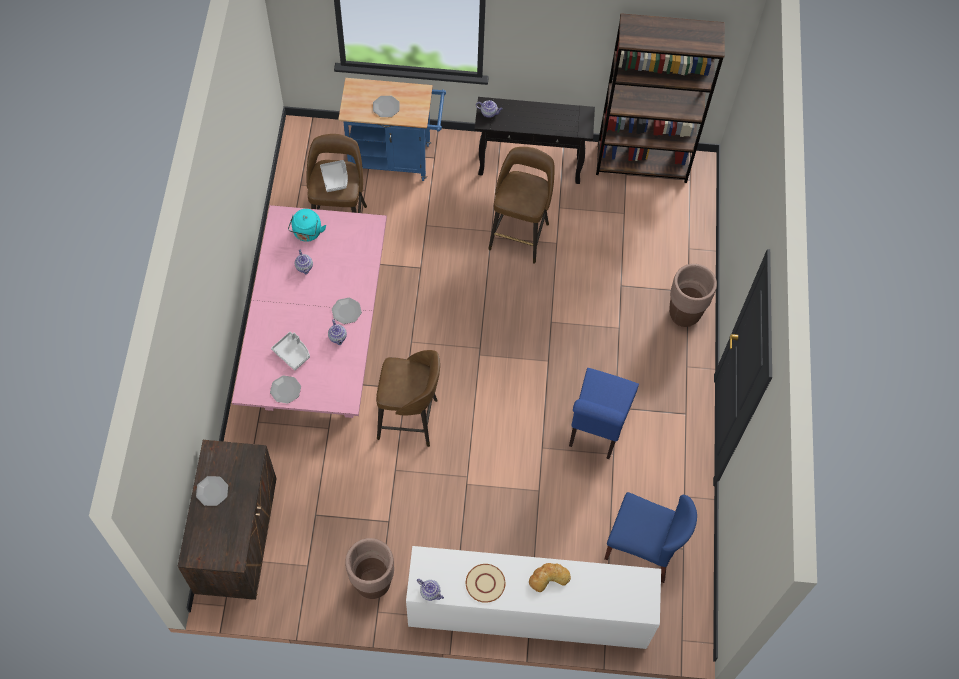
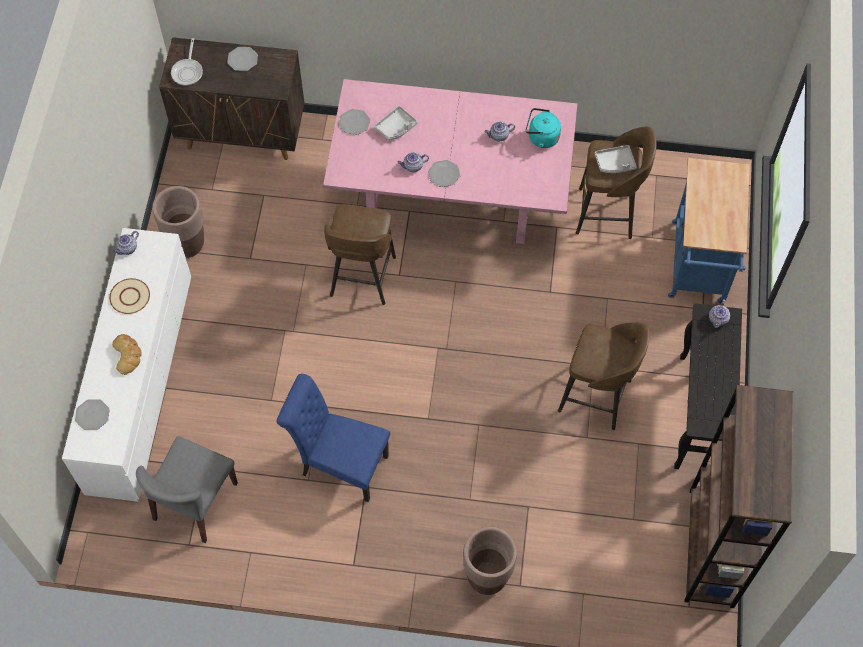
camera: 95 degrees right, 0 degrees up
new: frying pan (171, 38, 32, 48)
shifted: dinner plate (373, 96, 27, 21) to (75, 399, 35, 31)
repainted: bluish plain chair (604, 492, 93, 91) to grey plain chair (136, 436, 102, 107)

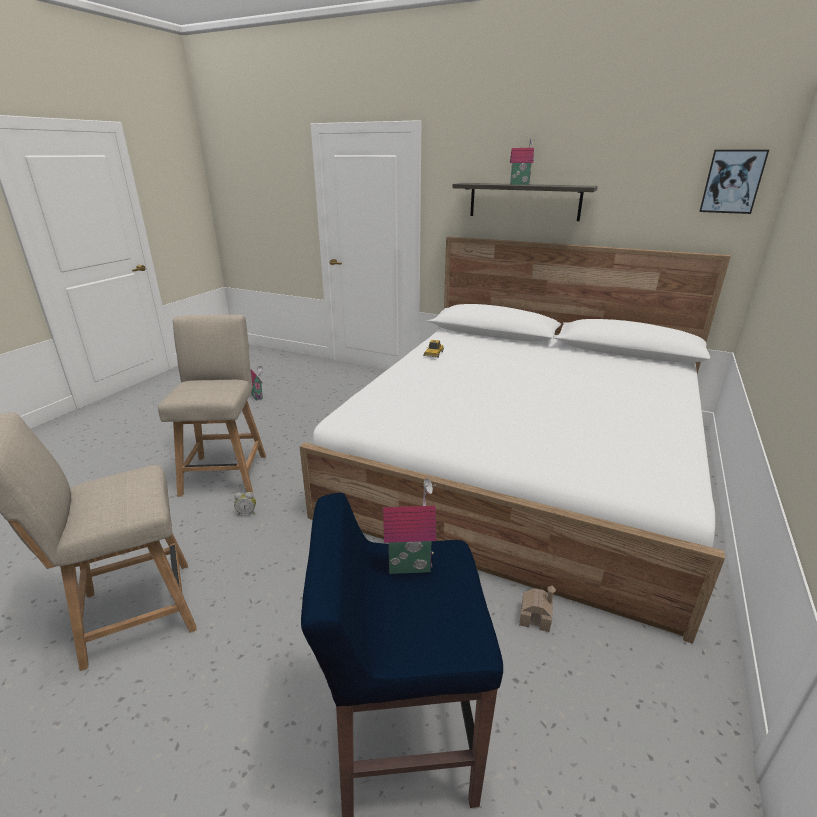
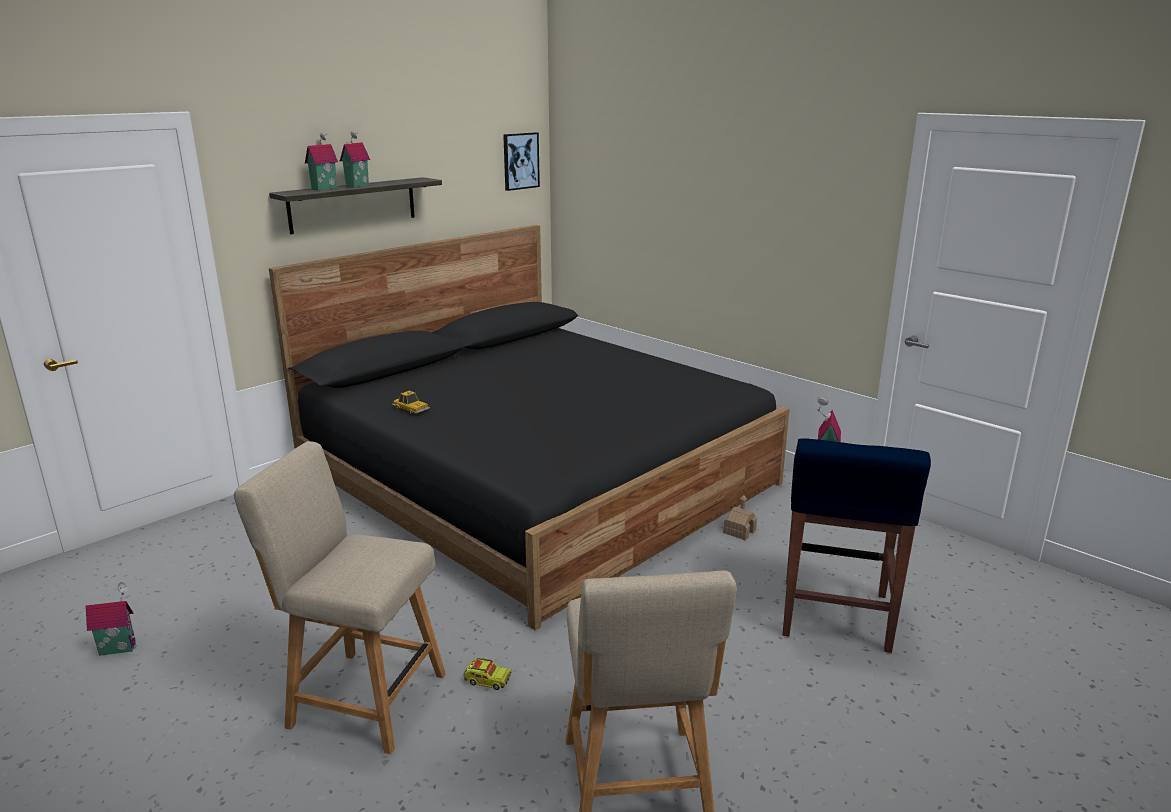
camera: 70 degrees left, 5 degrees down
new: model house (305, 132, 33, 58)
swapped: bedside clock (234, 492, 22, 23) to model truck (463, 658, 49, 32)
repainted: white-coloured sleeping bed (299, 236, 432, 408) to black-coloured sleeping bed (269, 225, 521, 405)

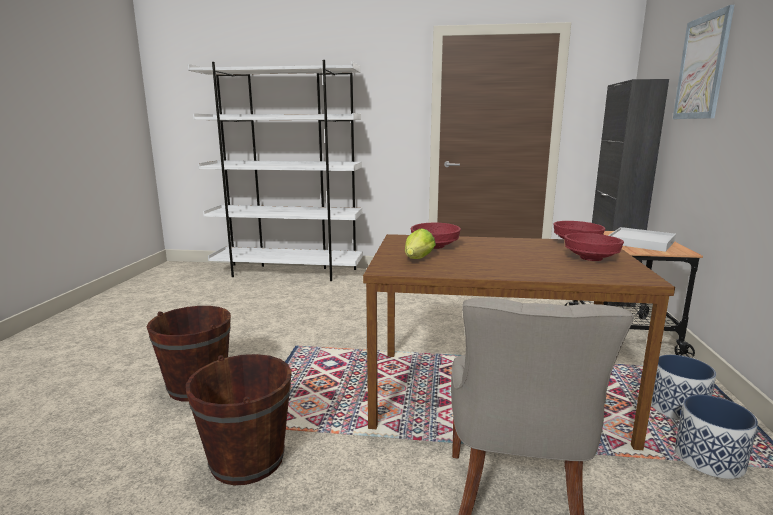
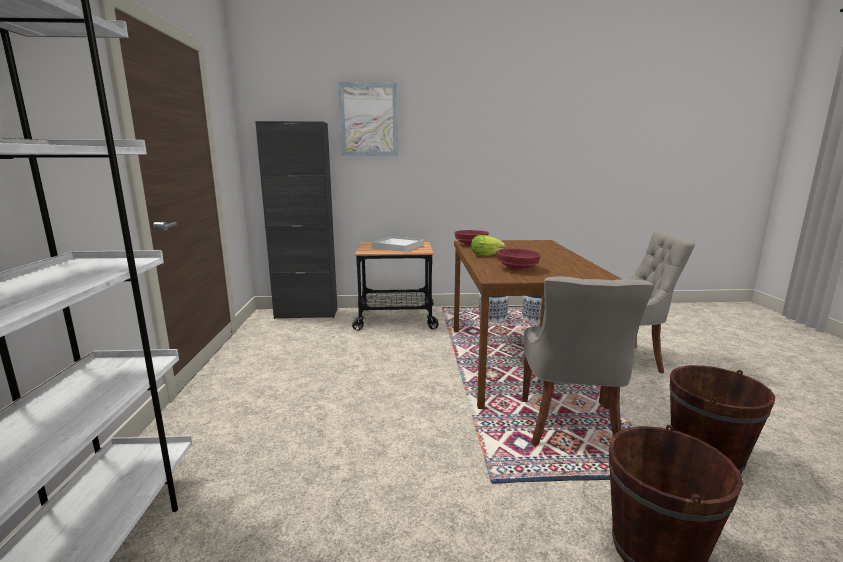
camera: 100 degrees left, 0 degrees up
gone: reddish bowl (564, 233, 60, 28)
new: grey plain chair (522, 276, 133, 171)
shifted: head of lettuce (405, 228, 31, 31) to (471, 235, 35, 21)

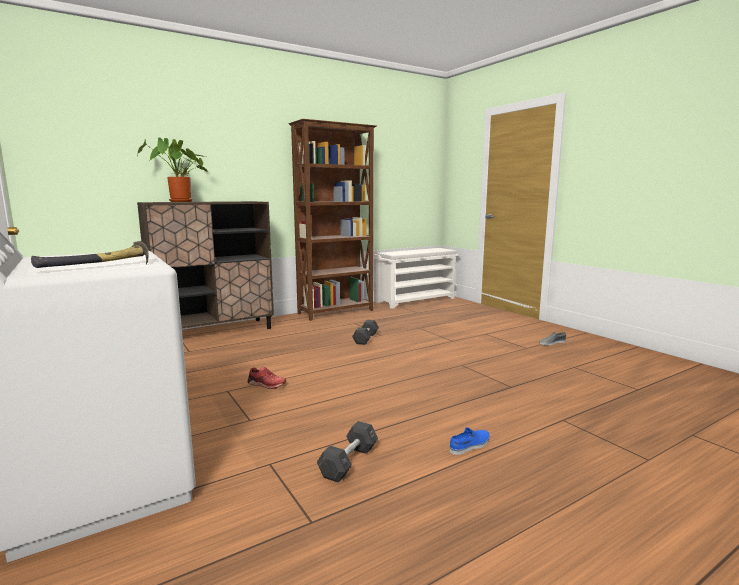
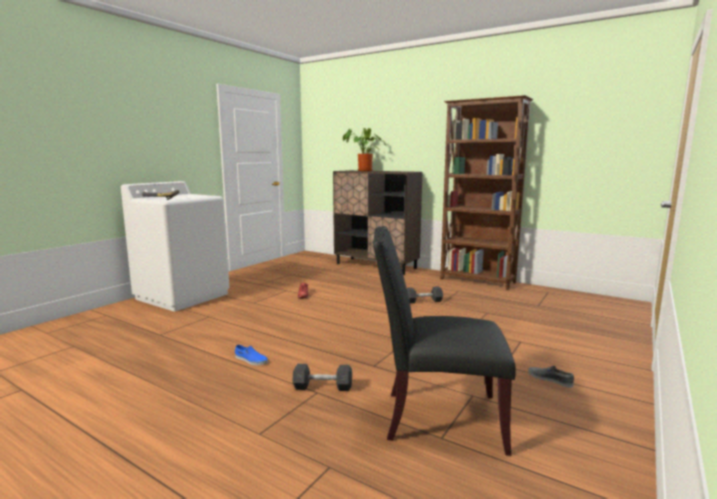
camera: 65 degrees right, 0 degrees up
gone: white-coloured shoe stand (373, 248, 86, 61)
new: black-coloured plain chair (373, 226, 143, 230)
shifted: grey dumbbell (317, 421, 61, 61) to (292, 364, 60, 27)

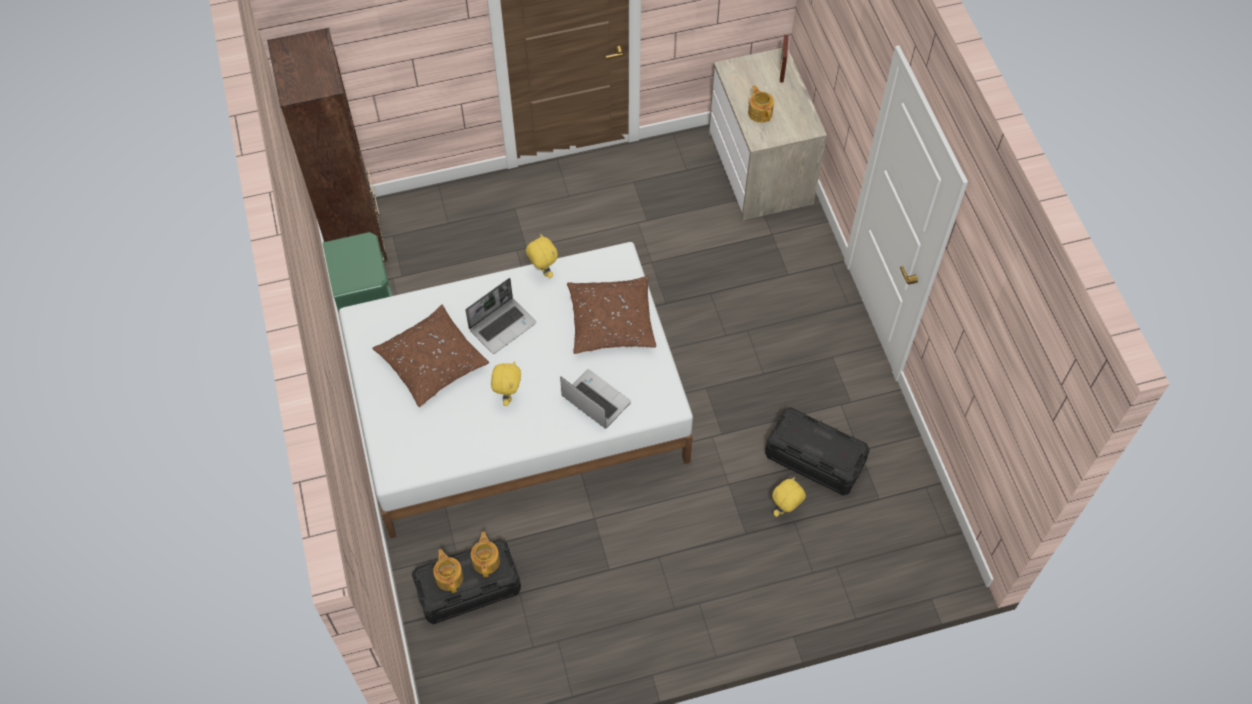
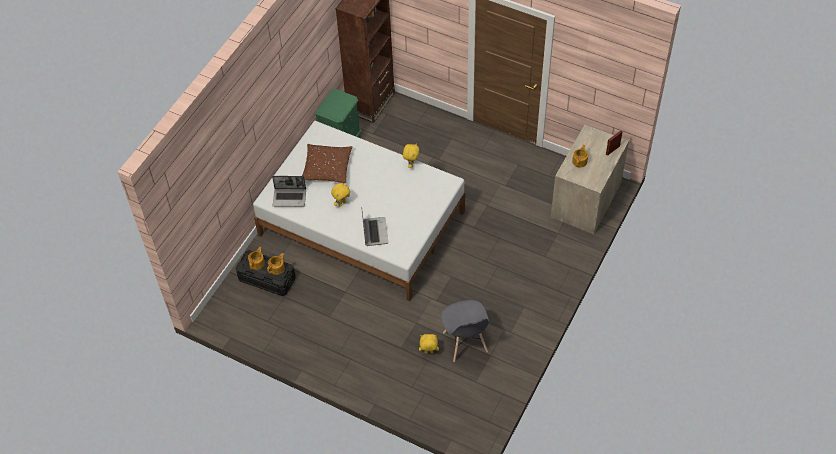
camera: 45 degrees right, 5 degrees down
gone: brownish pillow (567, 276, 89, 78)
shifted: portable computer (465, 278, 72, 76) to (272, 176, 34, 31)
swapped: black-coloured storage bin (765, 407, 105, 88) to grey plain chair (441, 300, 48, 62)

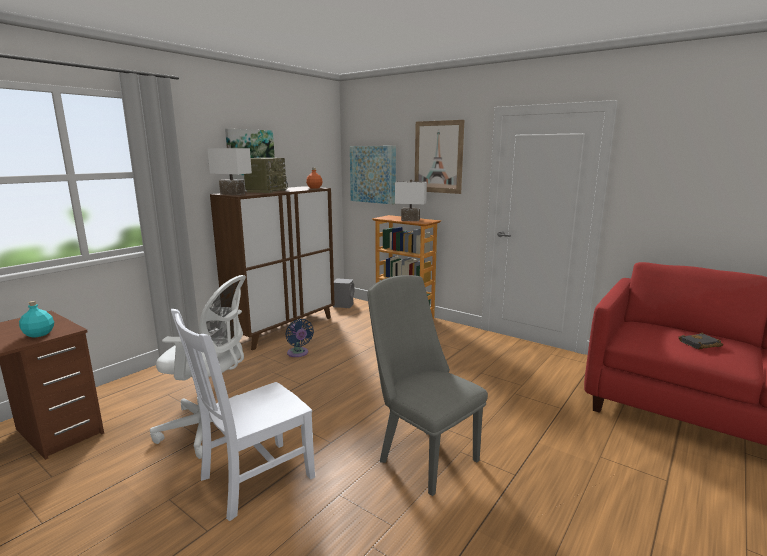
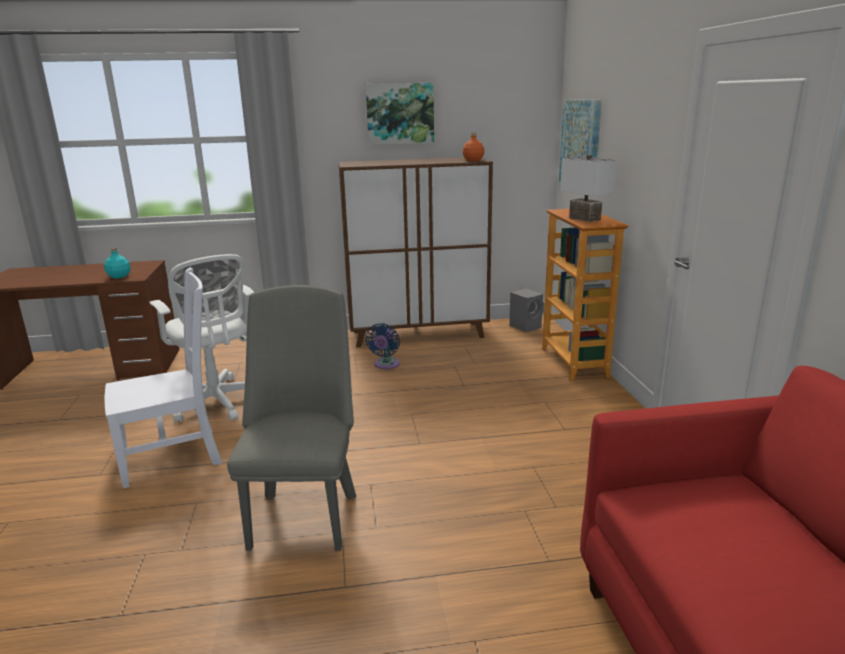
camera: 45 degrees right, 5 degrees up
gone: white-coloured lamp for a table (207, 145, 45, 50); radio set (244, 158, 44, 35); wall art (415, 120, 49, 74); black-coloured book (678, 333, 45, 17)
rotated: white-coloured plain chair (171, 309, 144, 212) = (104, 268, 118, 220) 150 degrees clockwise

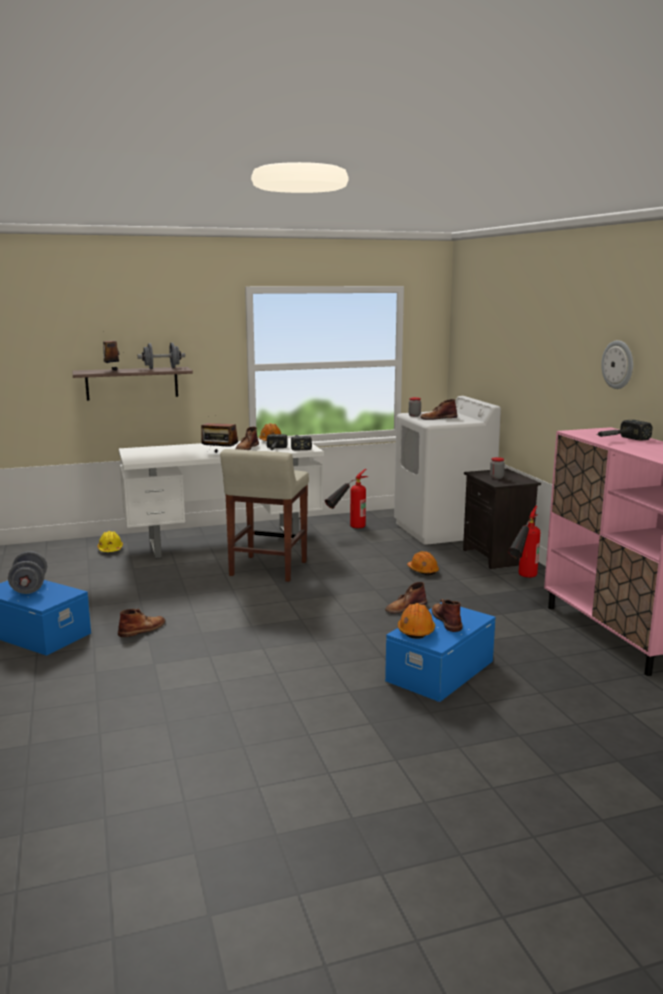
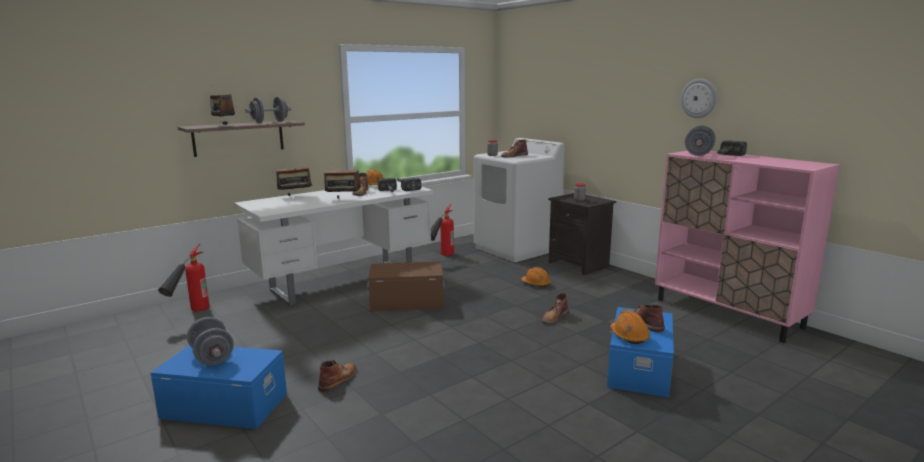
camera: 20 degrees left, 0 degrees up
gone: yellow-coloured work helmet (97, 531, 26, 21)
new: radio set (276, 167, 38, 29); grey dumbbell (685, 126, 31, 30)
shifted: fire extinguisher (508, 505, 32, 73) to (158, 244, 51, 67)
swapped: beige-coloured stool seat (220, 449, 89, 133) to brownish storage bin (367, 262, 77, 50)

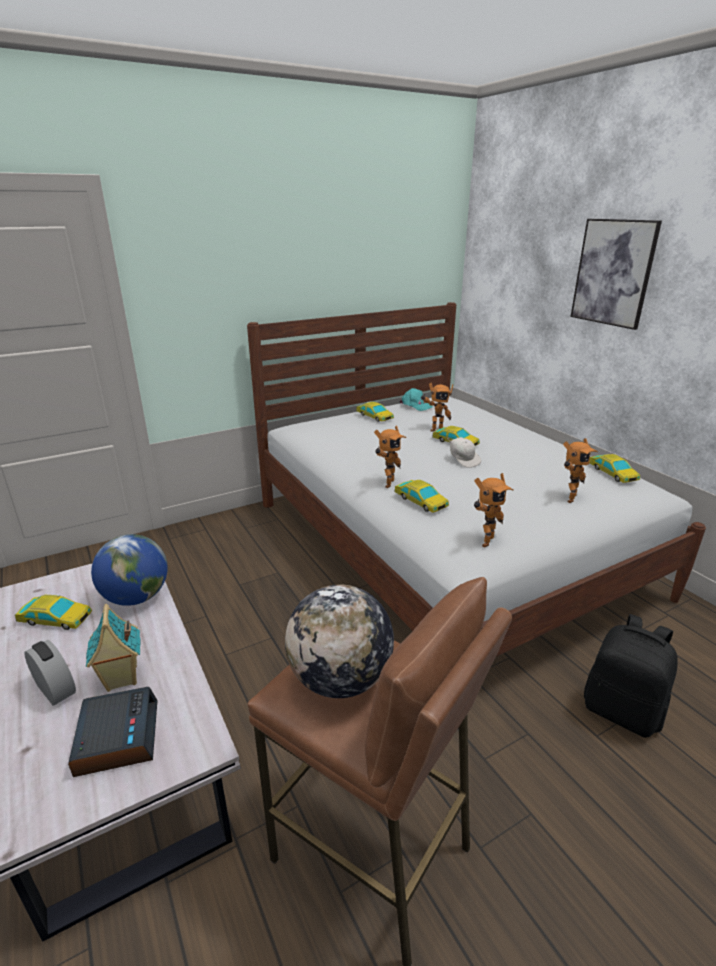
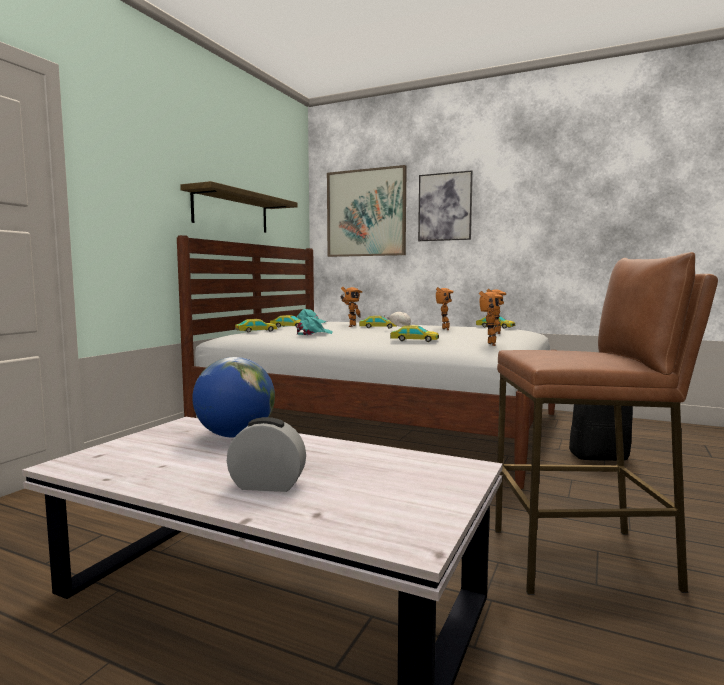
camera: 35 degrees left, 20 degrees down
gone: bedside clock (68, 687, 90, 90); model house (86, 604, 54, 88); world globe (285, 584, 109, 114)
new: bracket shelf (180, 181, 118, 52); turquoise cap (297, 316, 36, 19); wall art (327, 165, 80, 92)
shifted: toy car (15, 595, 77, 35) to (235, 319, 42, 14); model robot (374, 425, 32, 63) to (436, 287, 18, 43)

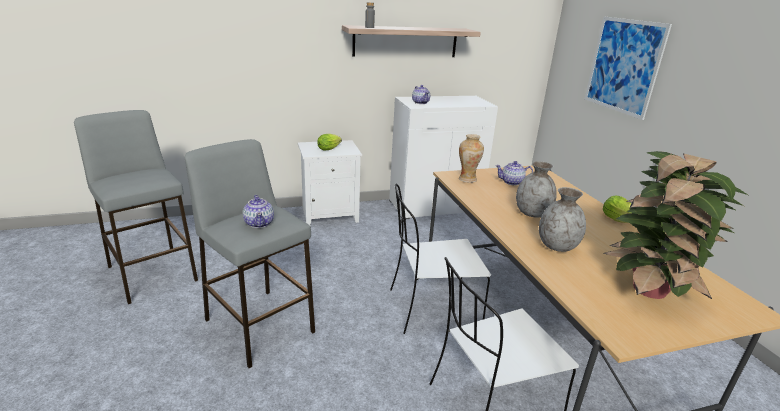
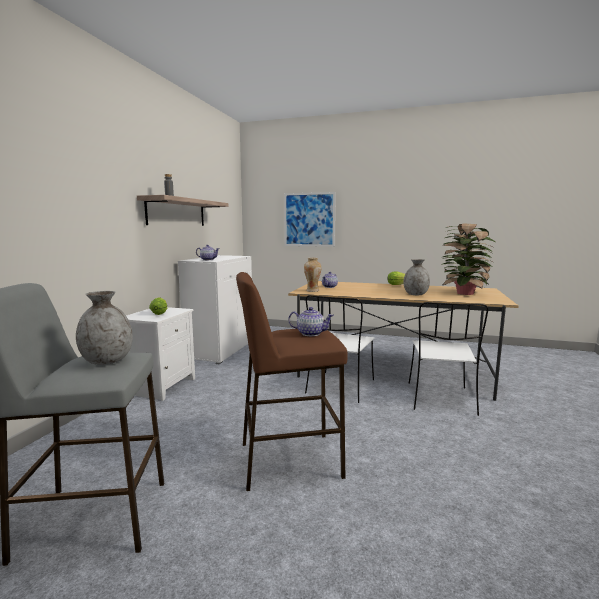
camera: 55 degrees left, 15 degrees down
shifted: grey vase (516, 161, 41, 56) to (76, 291, 57, 74)
repainted: grey stool seat (185, 139, 130, 229) to brownish stool seat (236, 272, 112, 219)

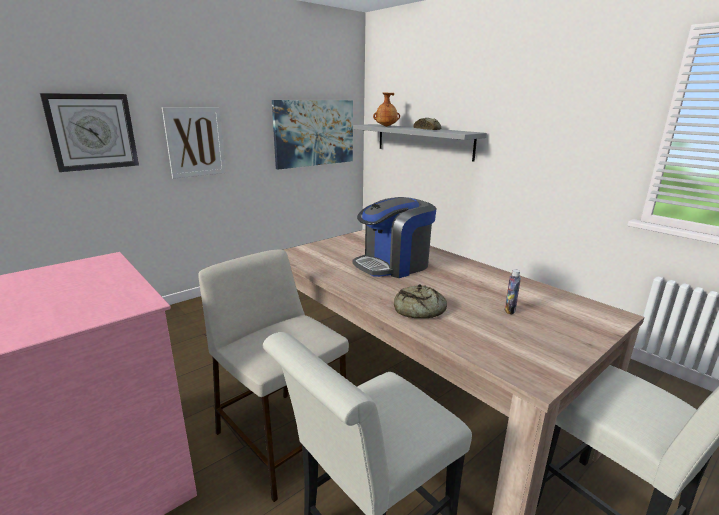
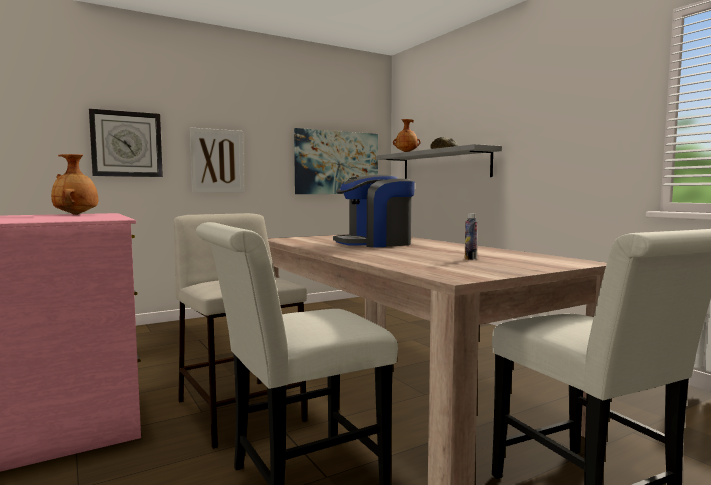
camera: 10 degrees right, 15 degrees down
gone: bakery bread (394, 284, 53, 34)
new: brownish vase (51, 154, 47, 61)

